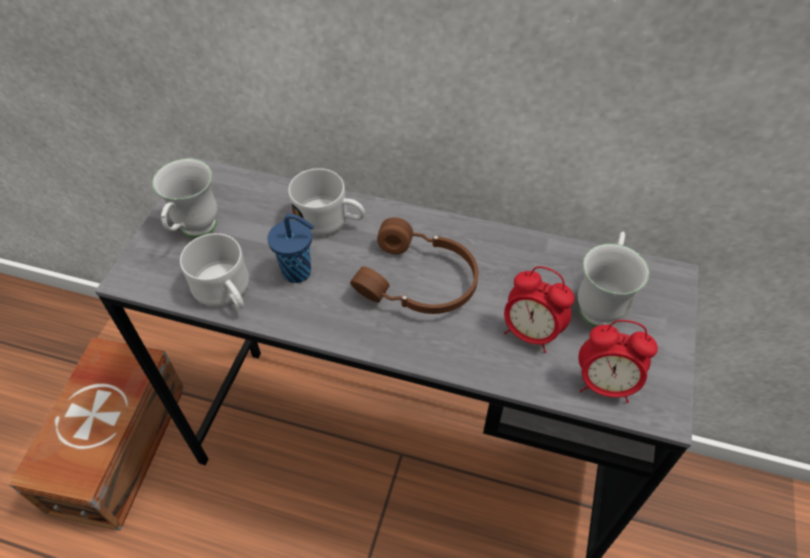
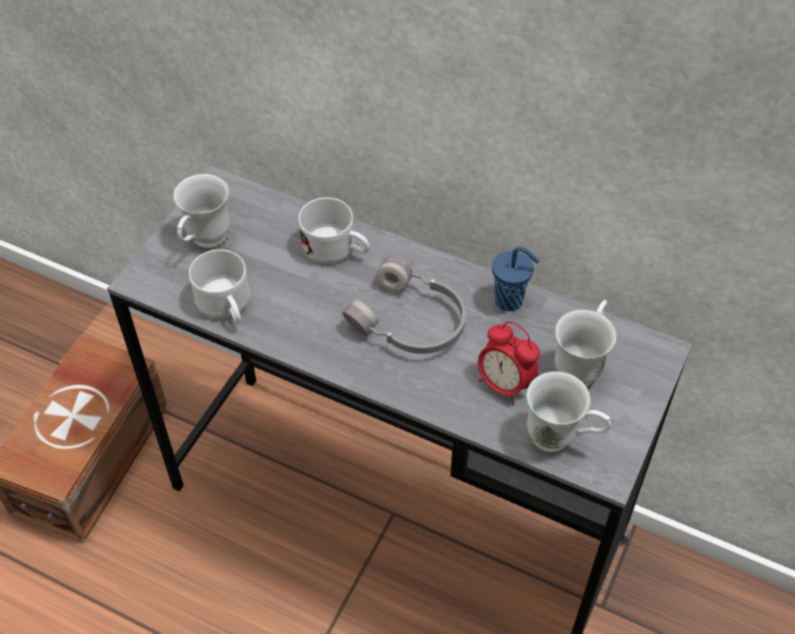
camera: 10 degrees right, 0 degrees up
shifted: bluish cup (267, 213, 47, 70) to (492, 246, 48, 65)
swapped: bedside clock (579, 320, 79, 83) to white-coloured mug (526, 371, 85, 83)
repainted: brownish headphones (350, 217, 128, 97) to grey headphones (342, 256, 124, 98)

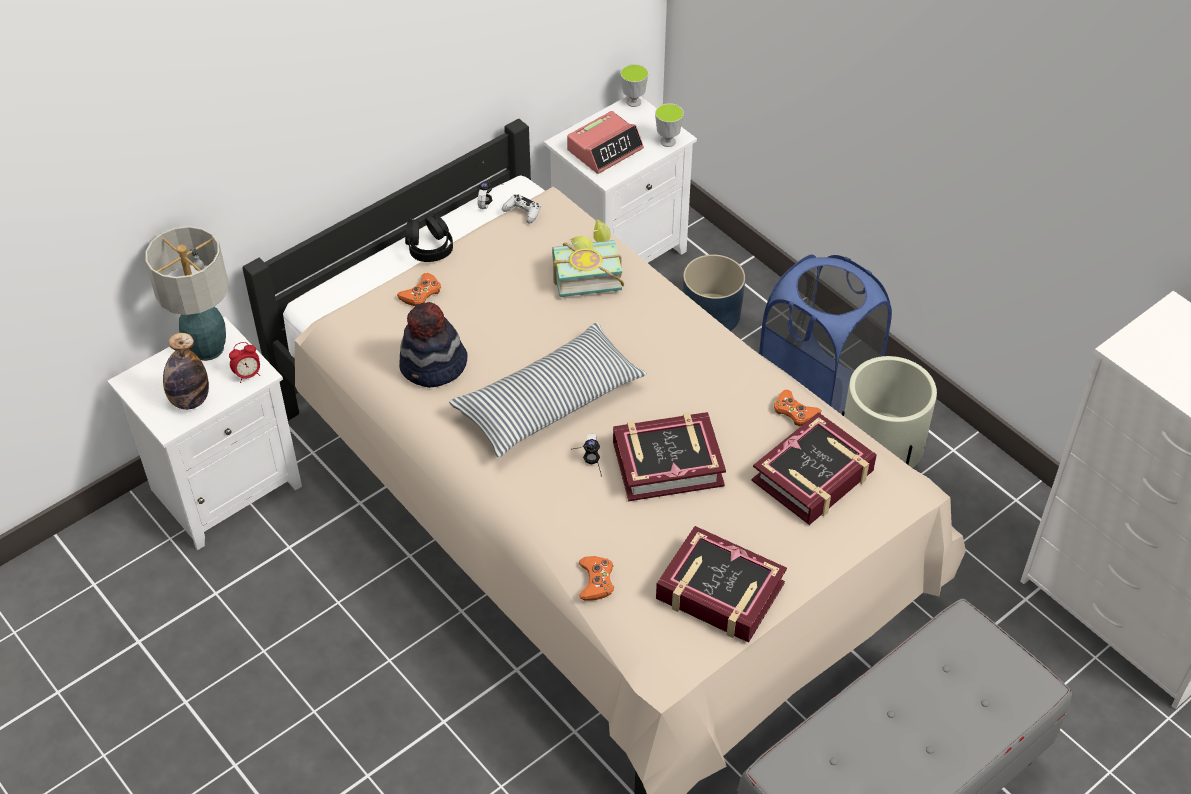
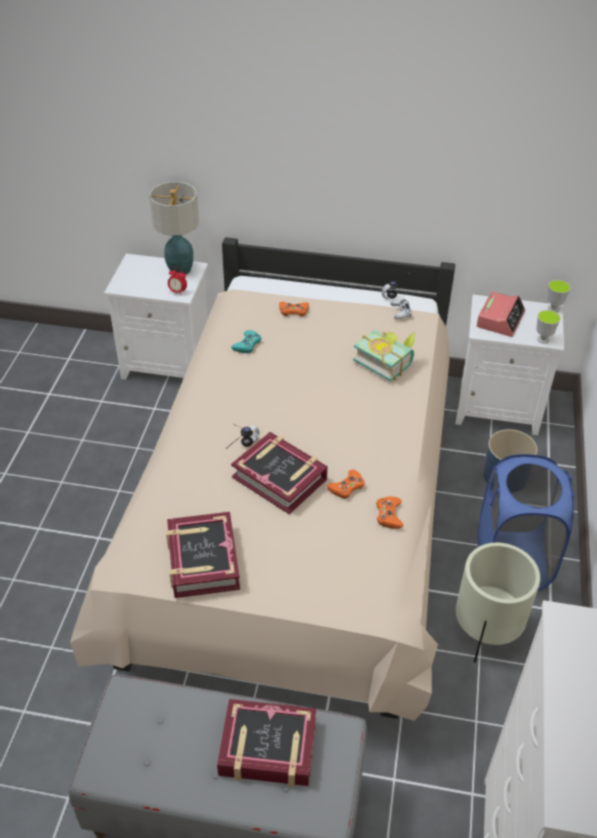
camera: 50 degrees right, 5 degrees down
gone: bottle (163, 333, 46, 77); black-coloured headphones (405, 214, 48, 48); pillow (449, 322, 198, 135)
shifted: orange-coloured gamepad (579, 556, 35, 45) to (327, 470, 38, 29); book (752, 412, 125, 113) to (217, 699, 99, 88)
swapped: wearable hat (399, 302, 68, 86) to turquoise gamepad (231, 330, 30, 23)
rotated: bedside clock (567, 111, 77, 63) = (477, 291, 48, 46) 75 degrees counterclockwise

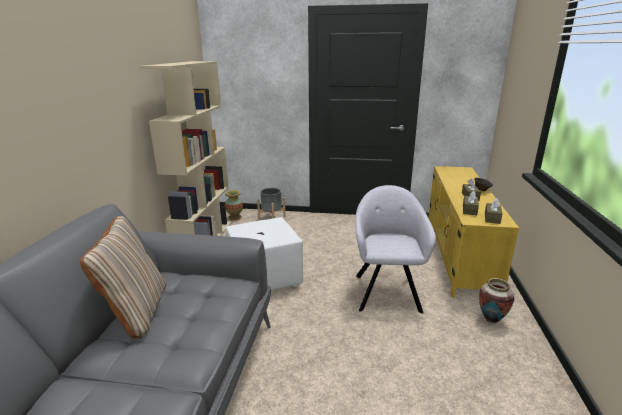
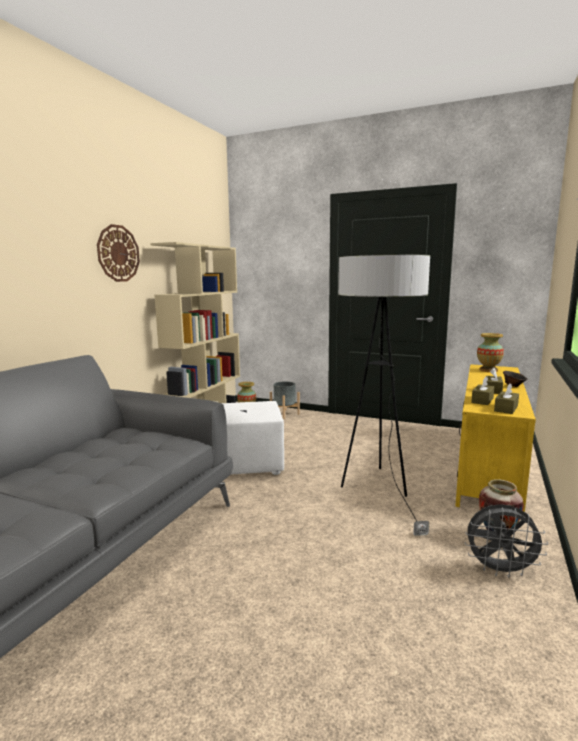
camera: 15 degrees right, 10 degrees down
gone: beige-coloured pillow (80, 216, 86, 123)
new: hanging clock (97, 224, 43, 58); grey electric fan (465, 504, 83, 74); vase (477, 333, 27, 39)
swapped: grey armchair (355, 185, 81, 129) to standing lamp (338, 254, 92, 282)

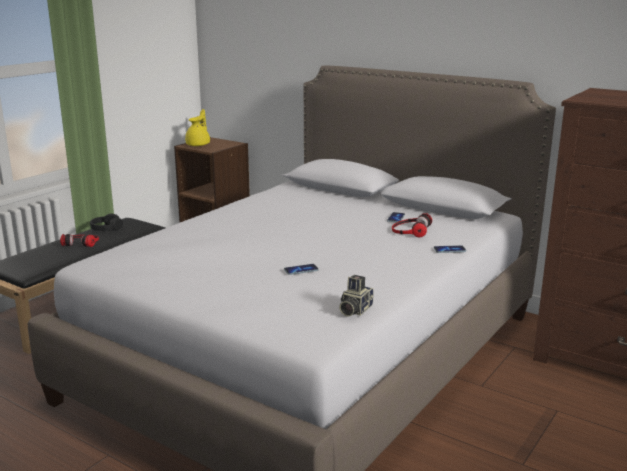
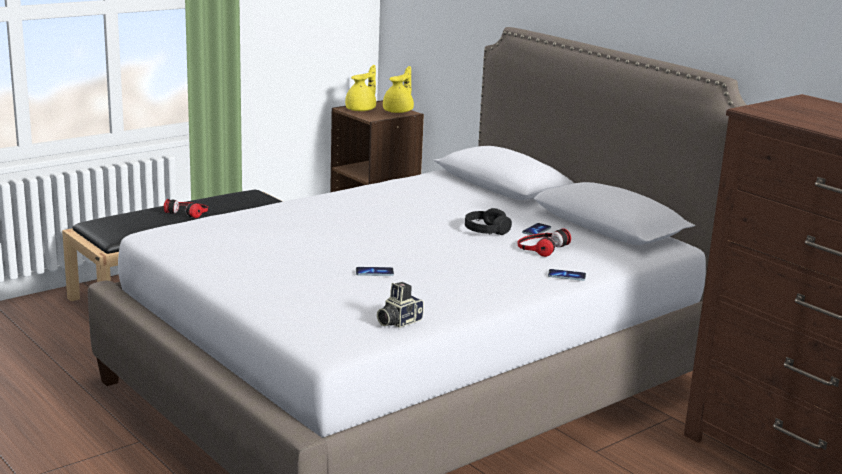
camera: 15 degrees right, 0 degrees up
new: yellow-coloured teapot (383, 66, 31, 47)
shifted: black-coloured headphones (90, 214, 33, 17) to (465, 208, 47, 27)

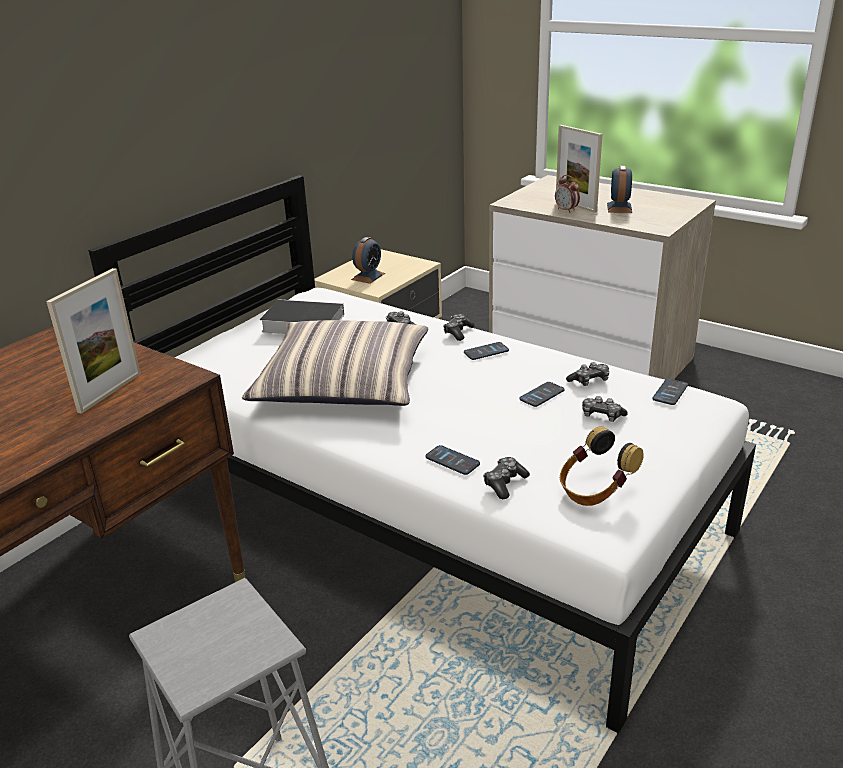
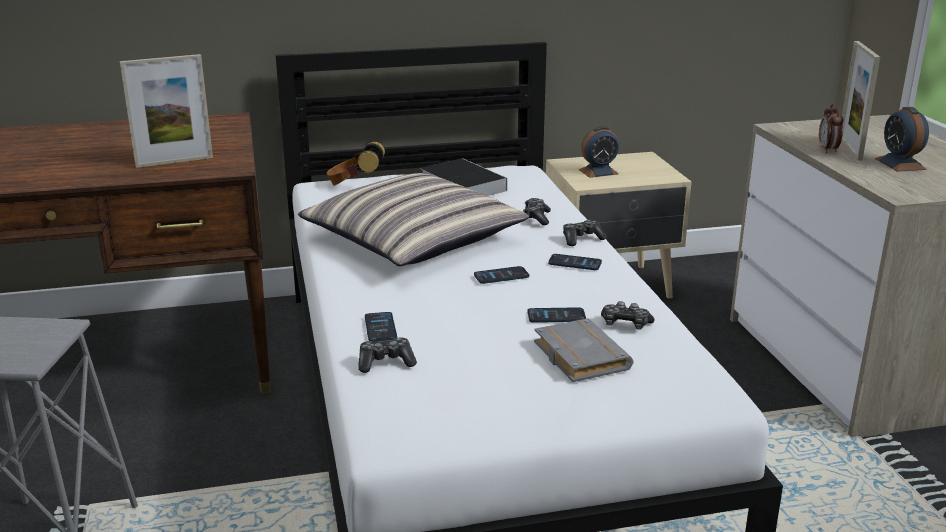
camera: 40 degrees right, 5 degrees down
shifted: headphones (560, 426, 84, 80) to (327, 142, 58, 44); telephone (653, 379, 35, 26) to (474, 266, 55, 18)
swapped: gamepad (582, 396, 46, 26) to grey book (534, 318, 100, 64)
rotated: bedside clock (607, 166, 25, 47) = (875, 107, 54, 65) 60 degrees counterclockwise

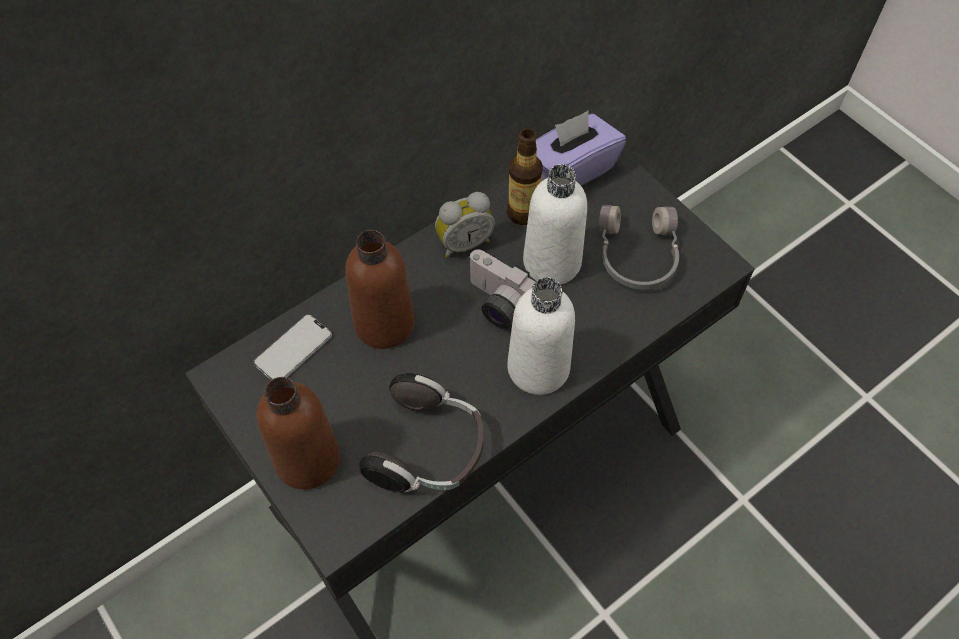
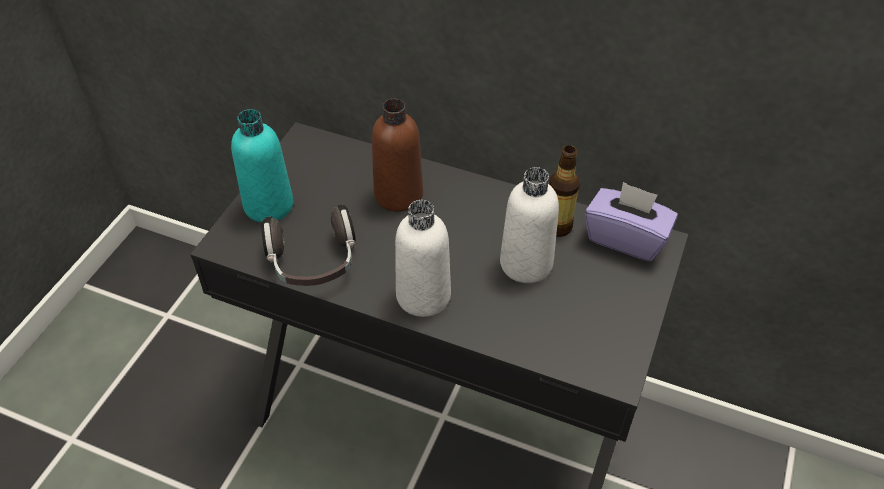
camera: 60 degrees right, 10 degrees down
gone: telephone (253, 314, 79, 66); bedside clock (435, 192, 60, 66); photo camera (468, 250, 68, 79); grey headphones (599, 205, 80, 84)
repainted: brownish bottle (257, 377, 83, 113) to turquoise bottle (231, 109, 62, 114)

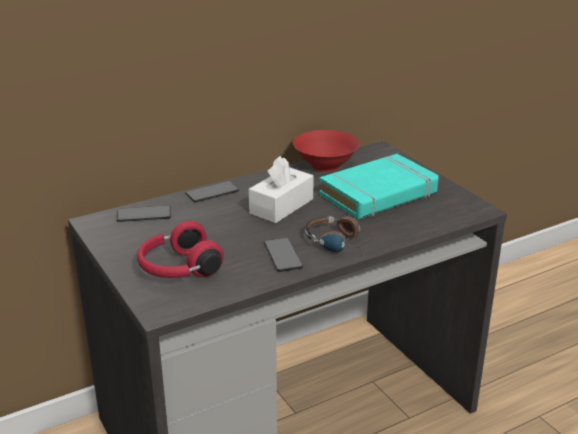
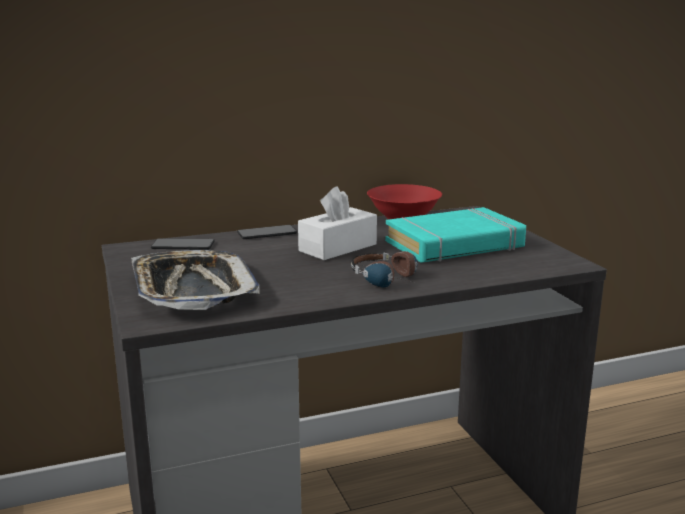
camera: 10 degrees right, 10 degrees down
gone: telephone (264, 238, 39, 34)
swapped: reddish headphones (137, 221, 87, 57) to carrying tray (131, 250, 129, 60)

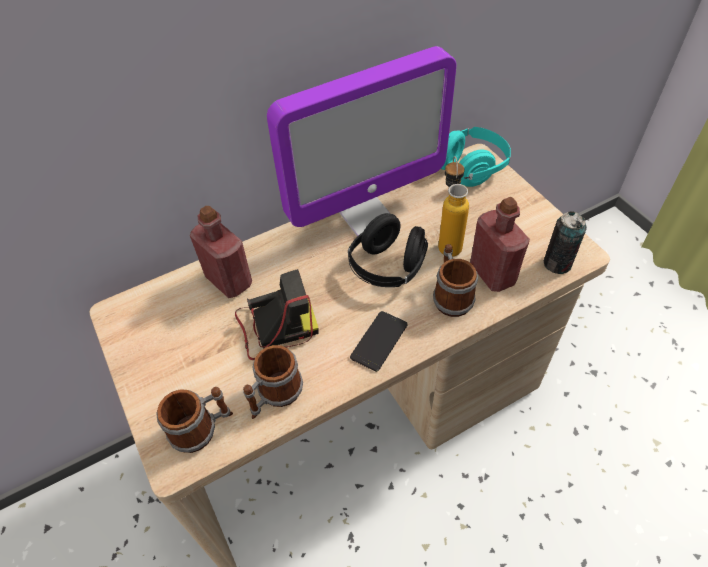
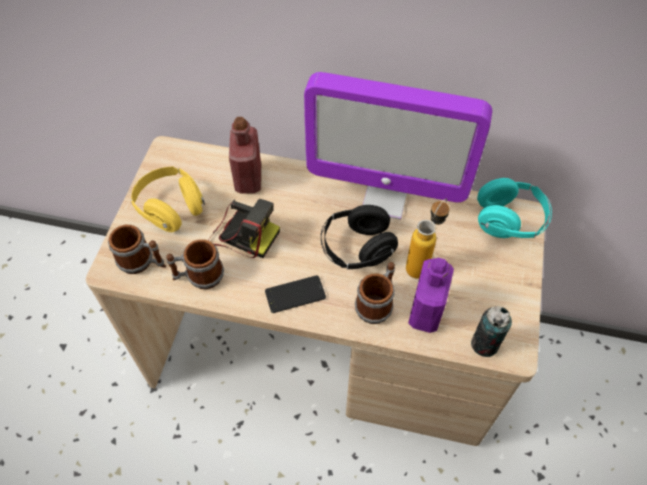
camera: 40 degrees right, 5 degrees up
new: yellow-coloured headphones (131, 166, 74, 66)
repainted: reddish bottle (470, 197, 60, 95) to purple-coloured bottle (408, 258, 46, 75)

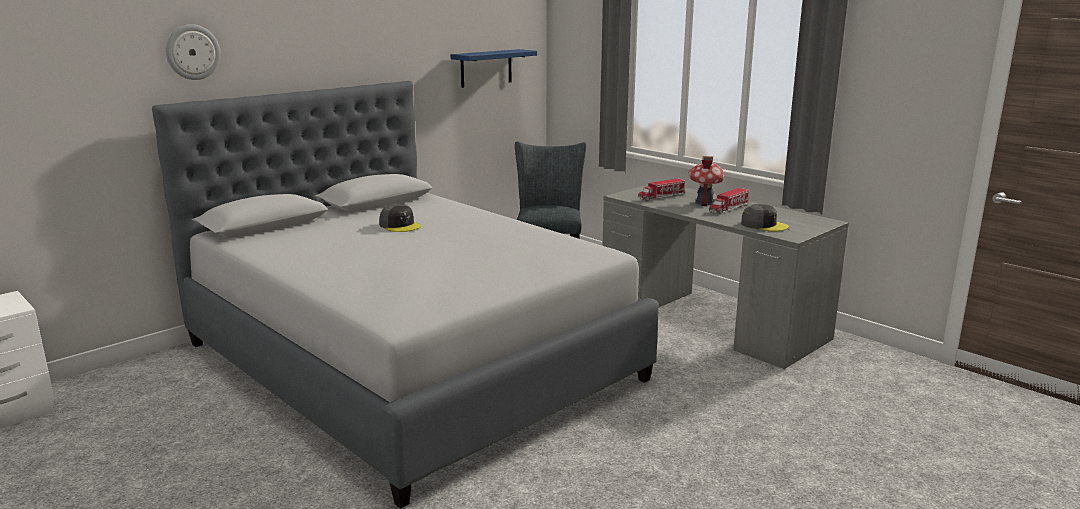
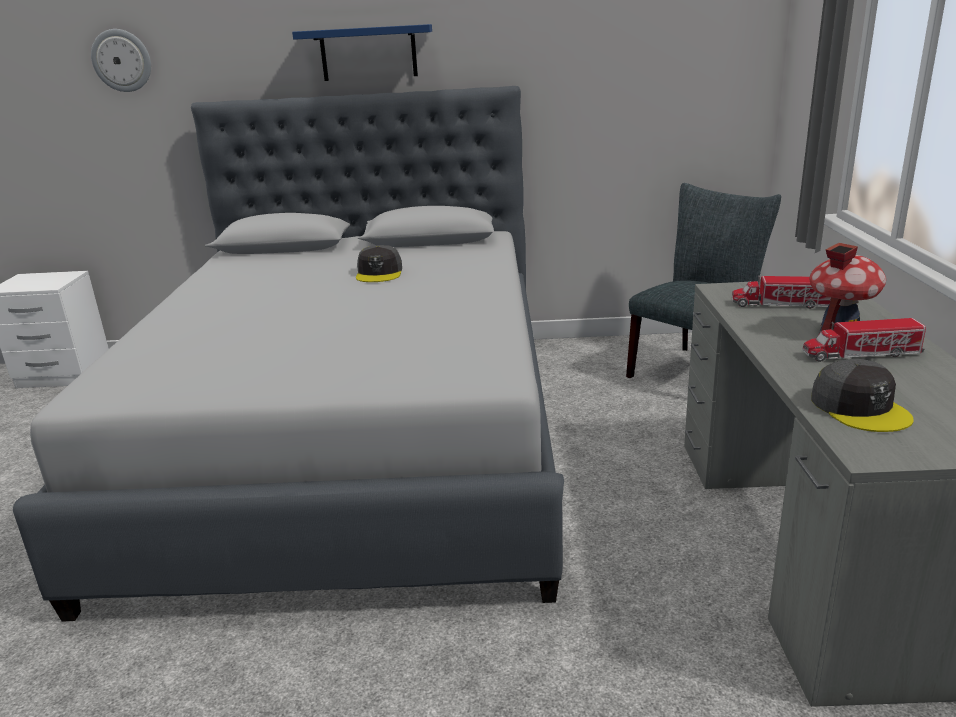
camera: 45 degrees right, 5 degrees up
shifted: hanging clock (166, 24, 55, 56) to (91, 29, 60, 63); bluish bracket shelf (451, 49, 86, 39) to (292, 24, 140, 57)

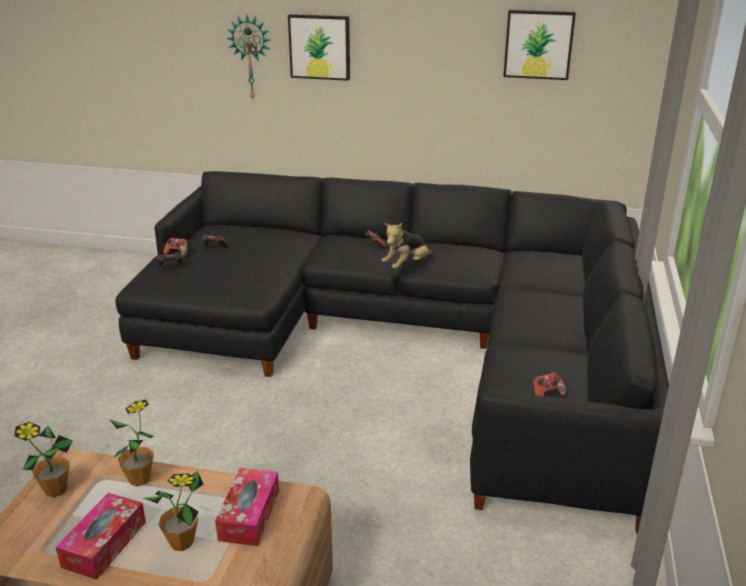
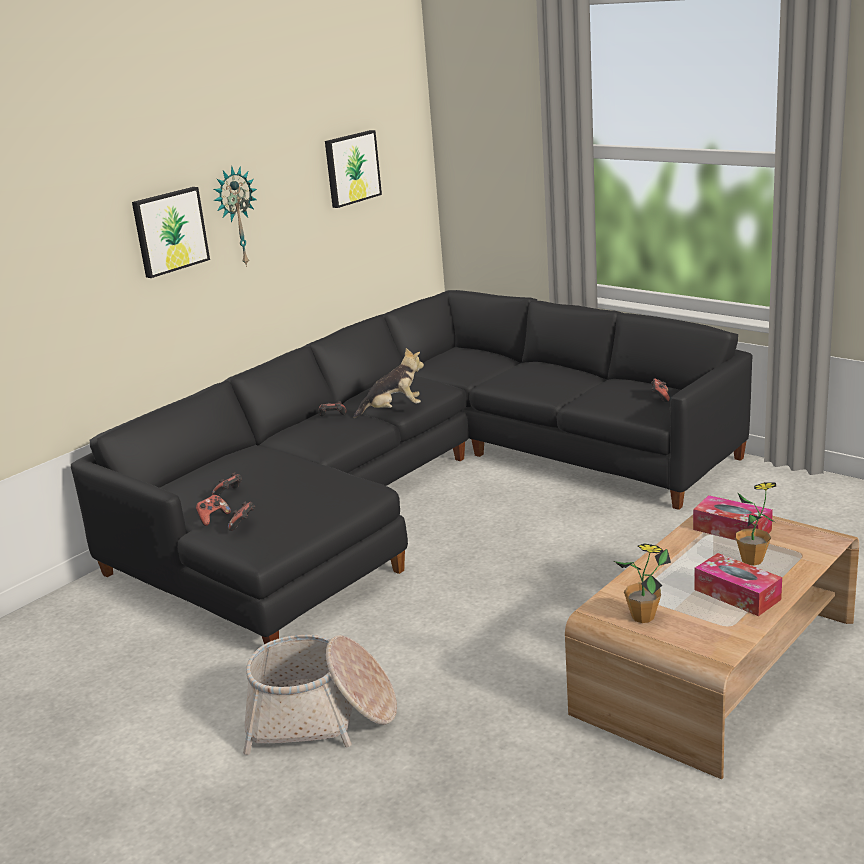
camera: 60 degrees left, 5 degrees down
gone: potted plant (109, 400, 45, 86)
new: storage basket (243, 635, 154, 120)
shifted: hanging clock (226, 15, 44, 85) to (214, 166, 43, 101)
rotated: soft toy (382, 223, 51, 46) = (353, 348, 71, 70) 90 degrees counterclockwise

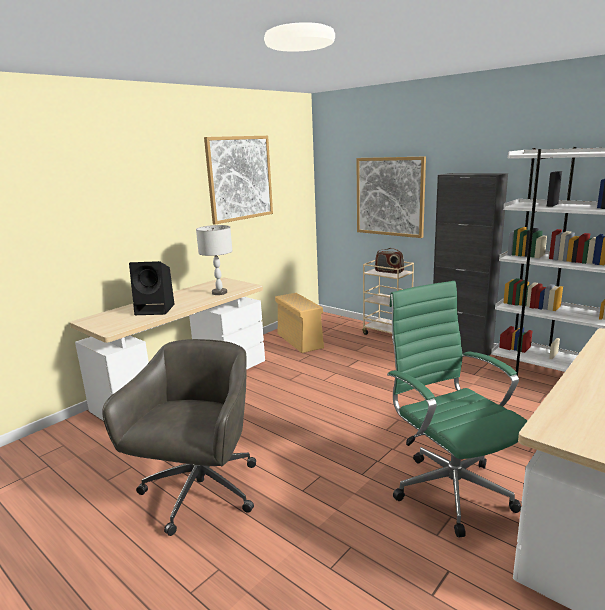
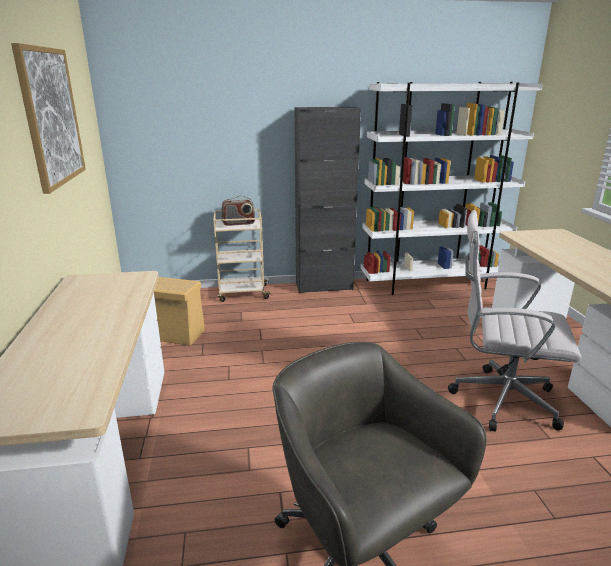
camera: 50 degrees left, 5 degrees up
gone: black-coloured speaker (129, 261, 46, 54); grey lamp for a table (196, 225, 37, 70); wall art (356, 156, 70, 82)
repainted: green-coloured desk chair (387, 281, 141, 256) to white-coloured desk chair (448, 210, 134, 222)

